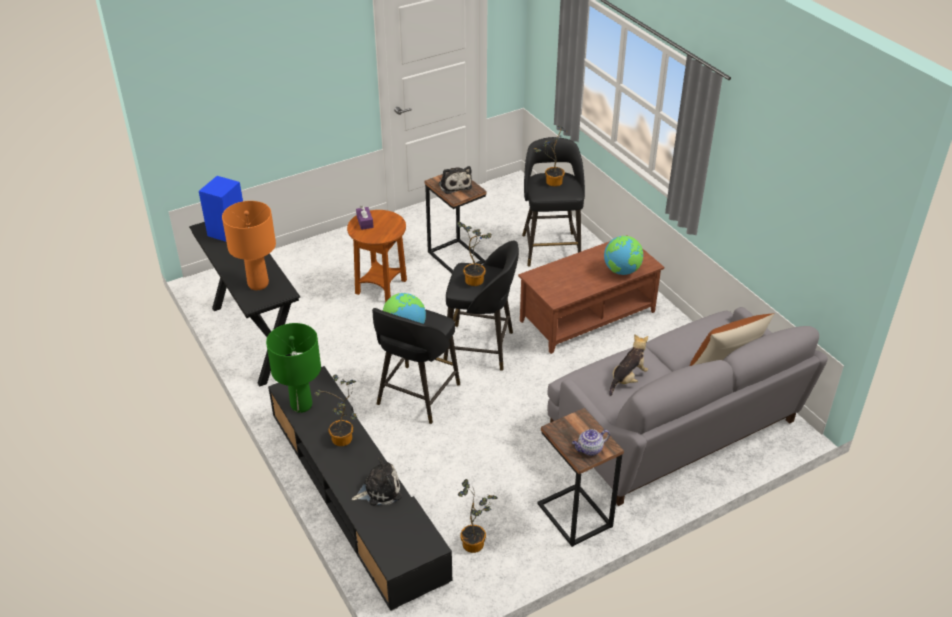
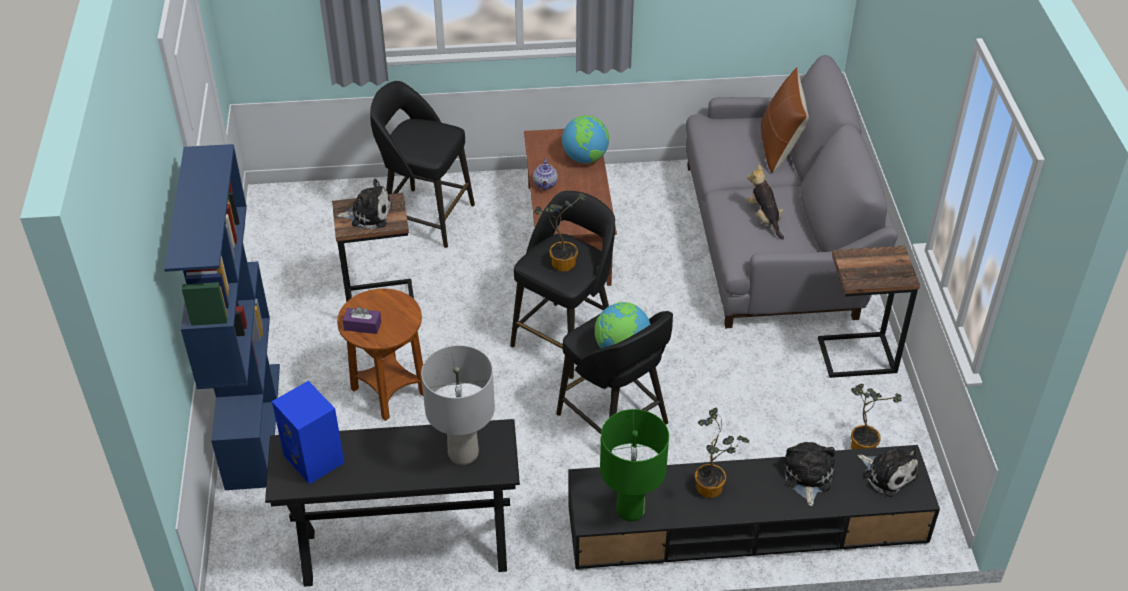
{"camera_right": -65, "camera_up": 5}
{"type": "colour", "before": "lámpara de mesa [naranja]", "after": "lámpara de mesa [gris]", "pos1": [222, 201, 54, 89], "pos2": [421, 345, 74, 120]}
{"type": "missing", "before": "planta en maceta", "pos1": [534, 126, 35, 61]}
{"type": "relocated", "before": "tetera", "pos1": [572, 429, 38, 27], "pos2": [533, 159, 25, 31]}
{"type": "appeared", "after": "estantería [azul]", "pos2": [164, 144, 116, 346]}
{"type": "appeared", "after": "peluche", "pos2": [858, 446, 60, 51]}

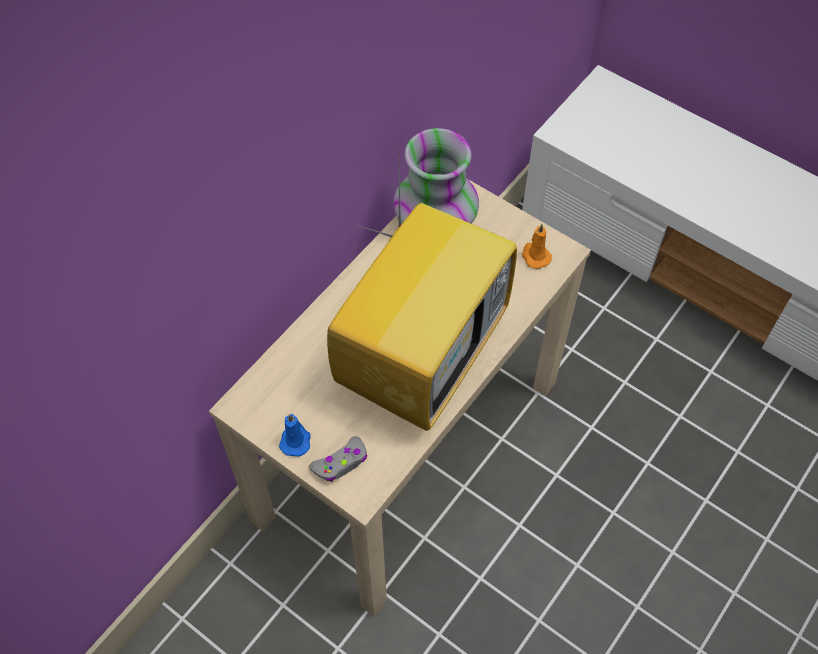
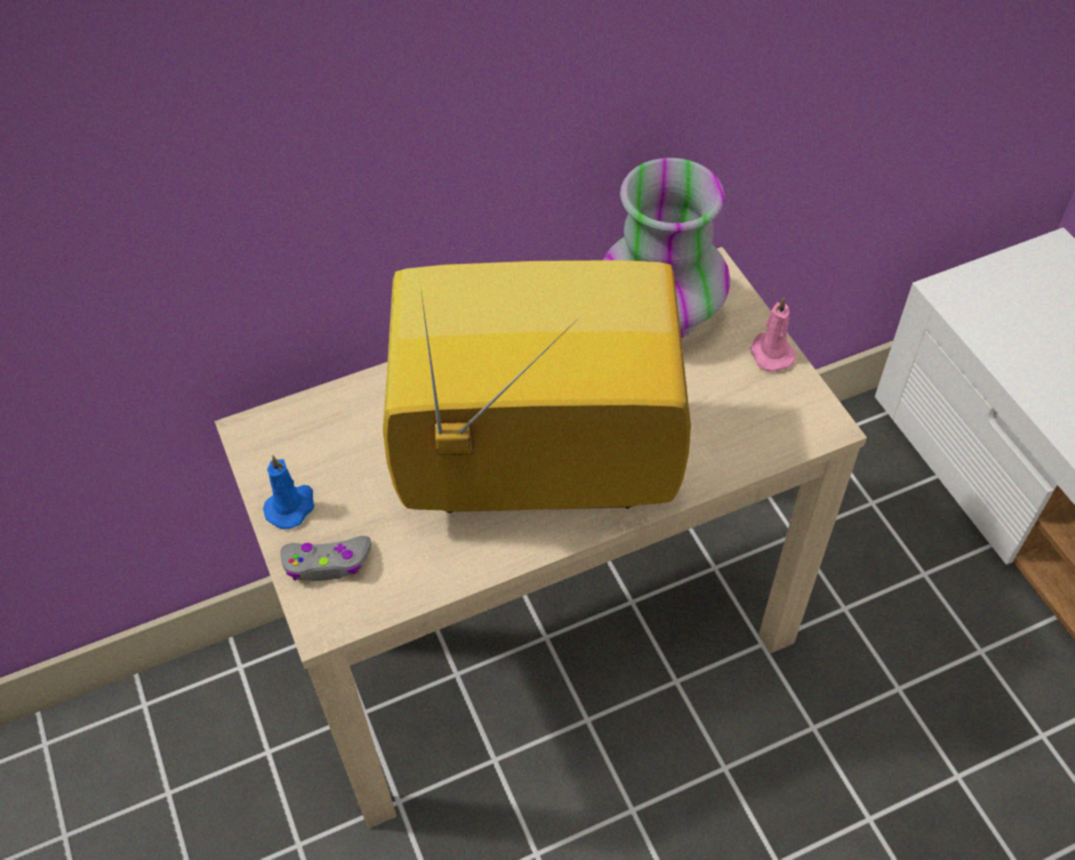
{"camera_right": 30, "camera_up": -5}
{"type": "spun", "before": "televisor", "pos1": [327, 162, 190, 269], "pos2": [383, 260, 308, 253], "turn": -150}
{"type": "missing", "before": "vela [naranja]", "pos1": [522, 224, 30, 45]}
{"type": "appeared", "after": "vela [rosa]", "pos2": [750, 297, 47, 75]}

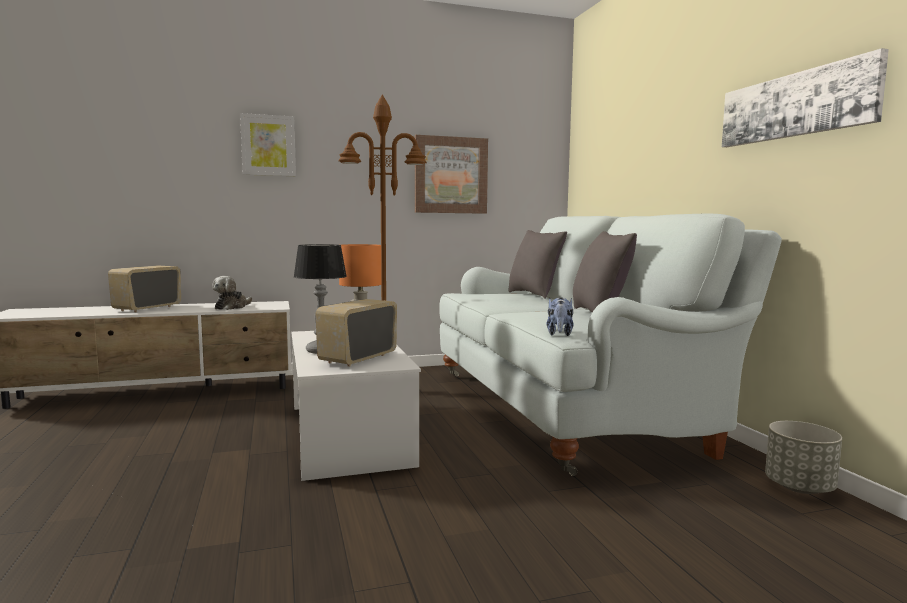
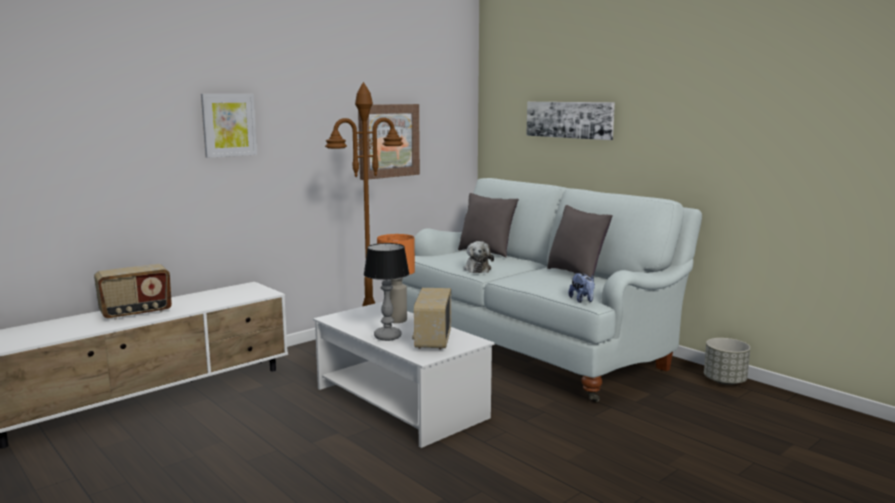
{"camera_right": -25, "camera_up": 5}
{"type": "spun", "before": "radio", "pos1": [108, 265, 73, 47], "pos2": [94, 264, 78, 56], "turn": -120}
{"type": "relocated", "before": "peluche", "pos1": [212, 276, 40, 34], "pos2": [463, 241, 31, 32]}
{"type": "relocated", "before": "cuadro", "pos1": [722, 48, 167, 99], "pos2": [526, 102, 89, 38]}

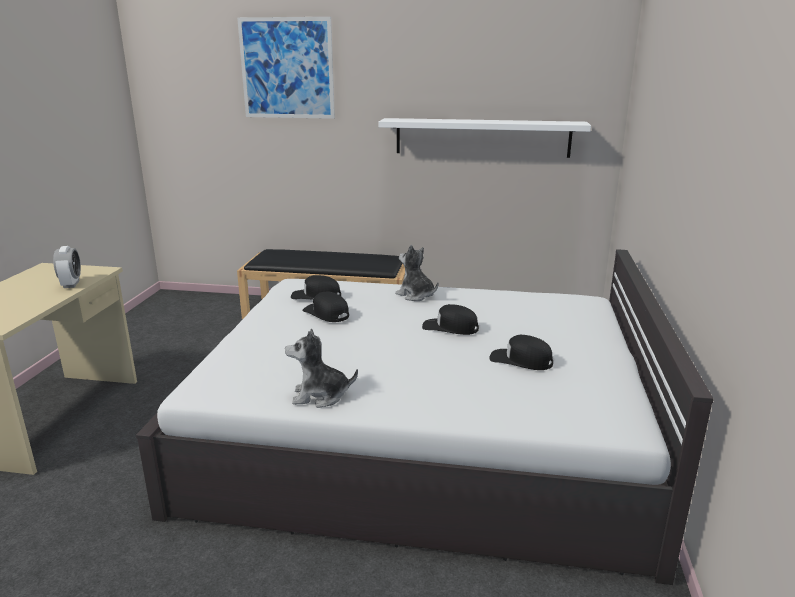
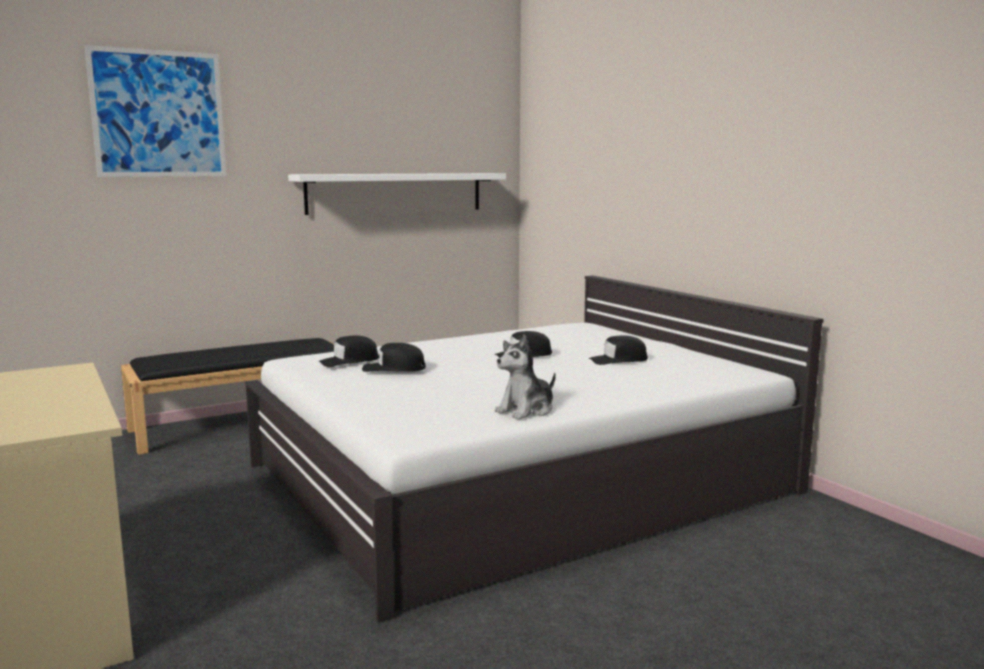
{"camera_right": -40, "camera_up": -10}
{"type": "missing", "before": "despertador", "pos1": [53, 246, 28, 42]}
{"type": "missing", "before": "peluche", "pos1": [395, 245, 43, 56]}

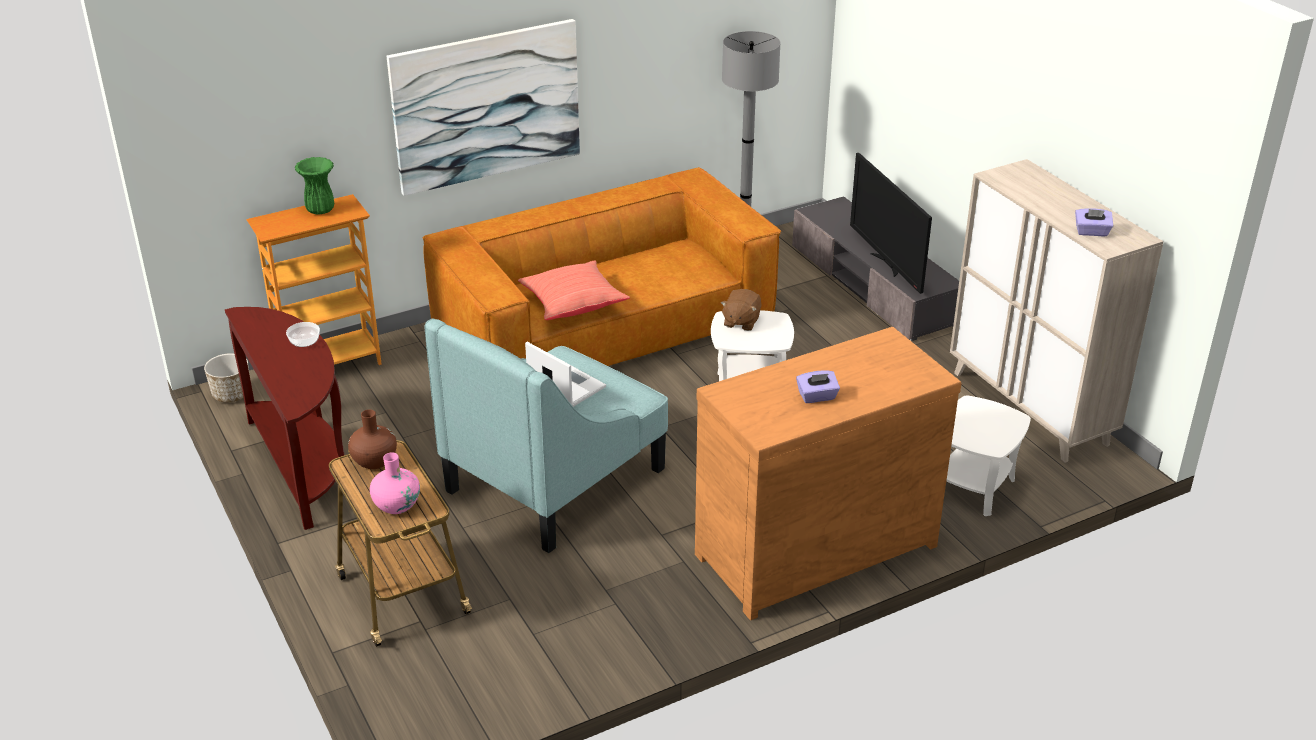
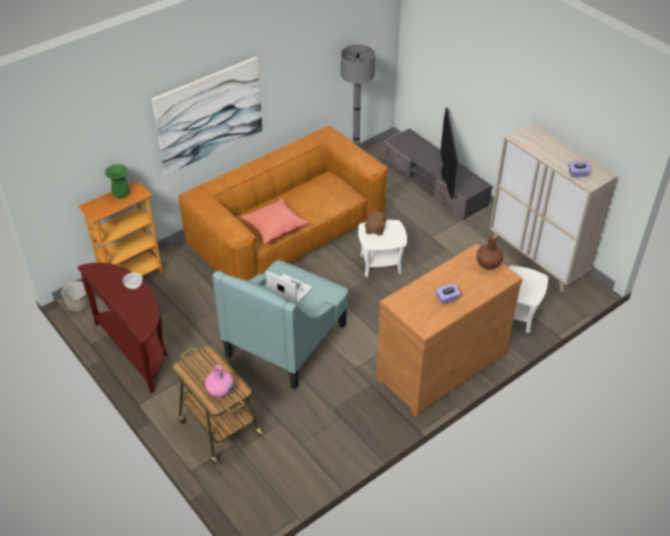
{"camera_right": -10, "camera_up": 10}
{"type": "relocated", "before": "florero [marrón]", "pos1": [348, 409, 49, 60], "pos2": [476, 238, 27, 31]}
{"type": "spun", "before": "televisor", "pos1": [850, 153, 82, 141], "pos2": [441, 108, 17, 91], "turn": -150}

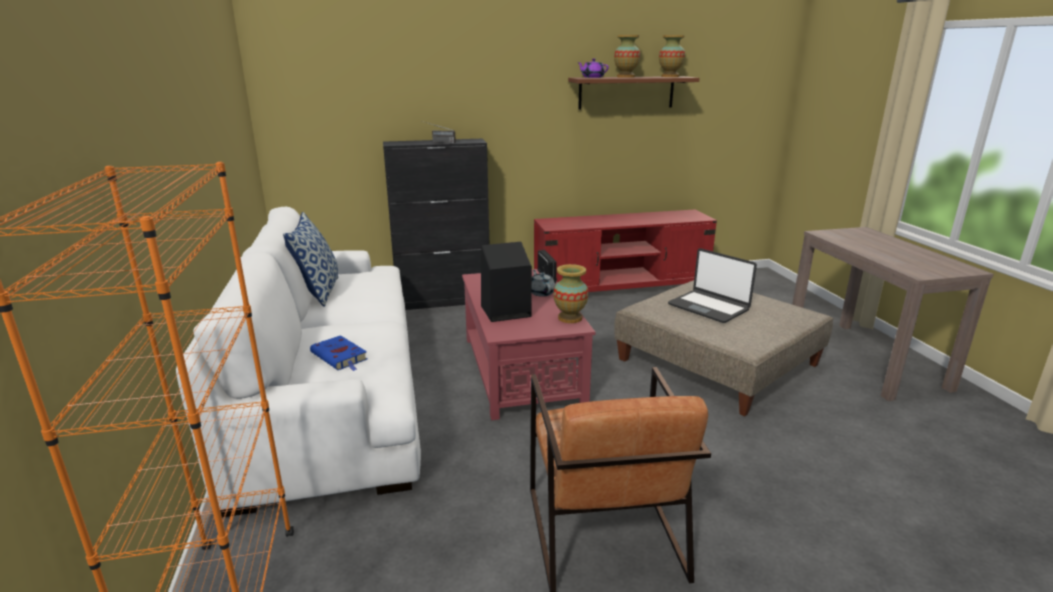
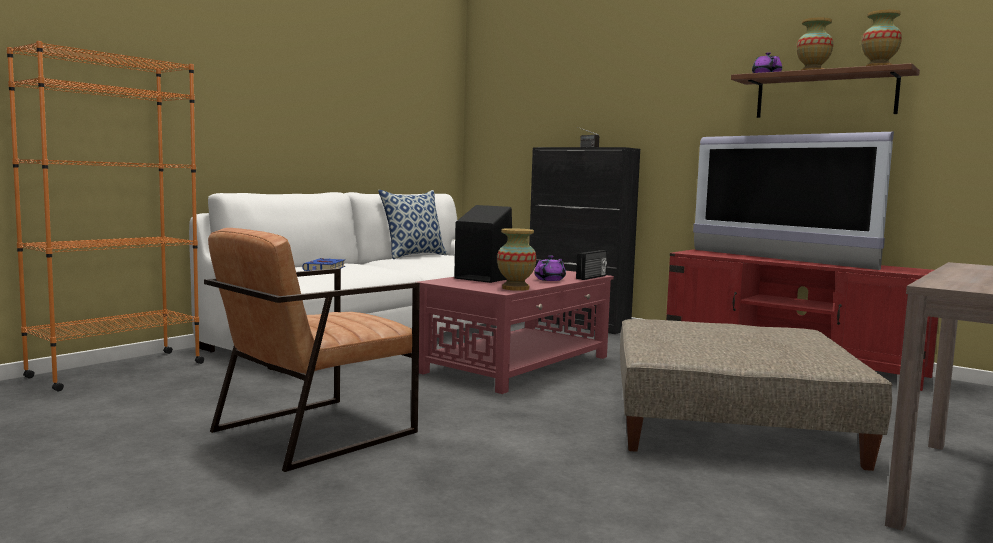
{"camera_right": 50, "camera_up": -15}
{"type": "colour", "before": "tetera [gris]", "after": "tetera [morado]", "pos1": [532, 270, 23, 27], "pos2": [534, 255, 32, 26]}
{"type": "missing", "before": "portátil", "pos1": [668, 248, 89, 75]}
{"type": "appeared", "after": "televisor", "pos2": [693, 132, 201, 138]}

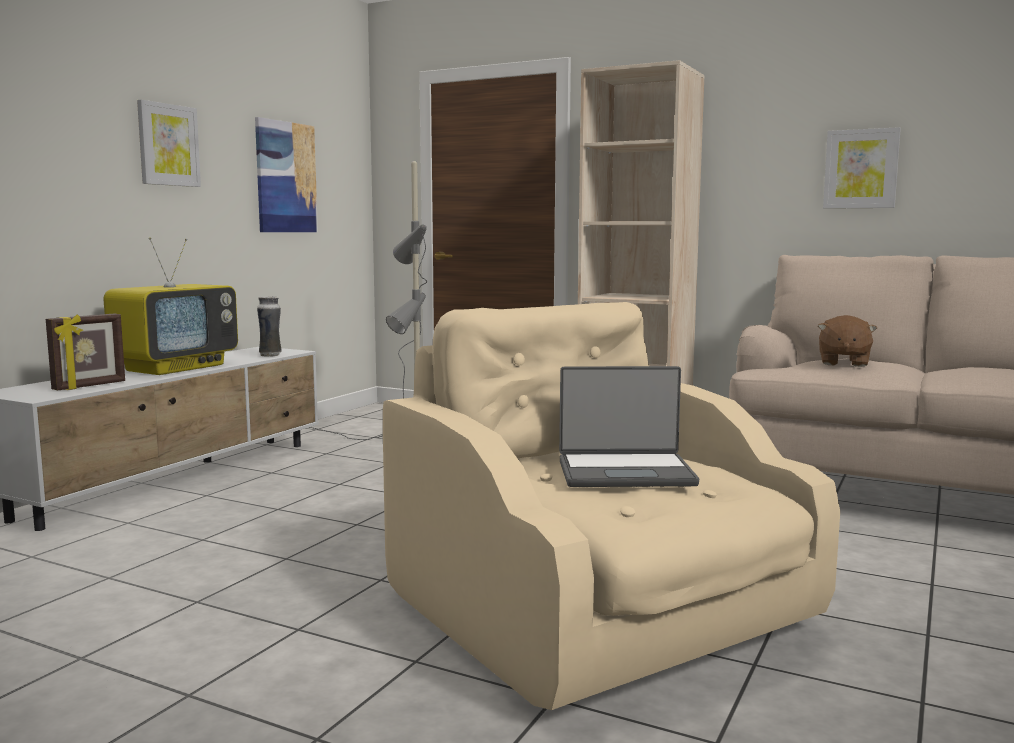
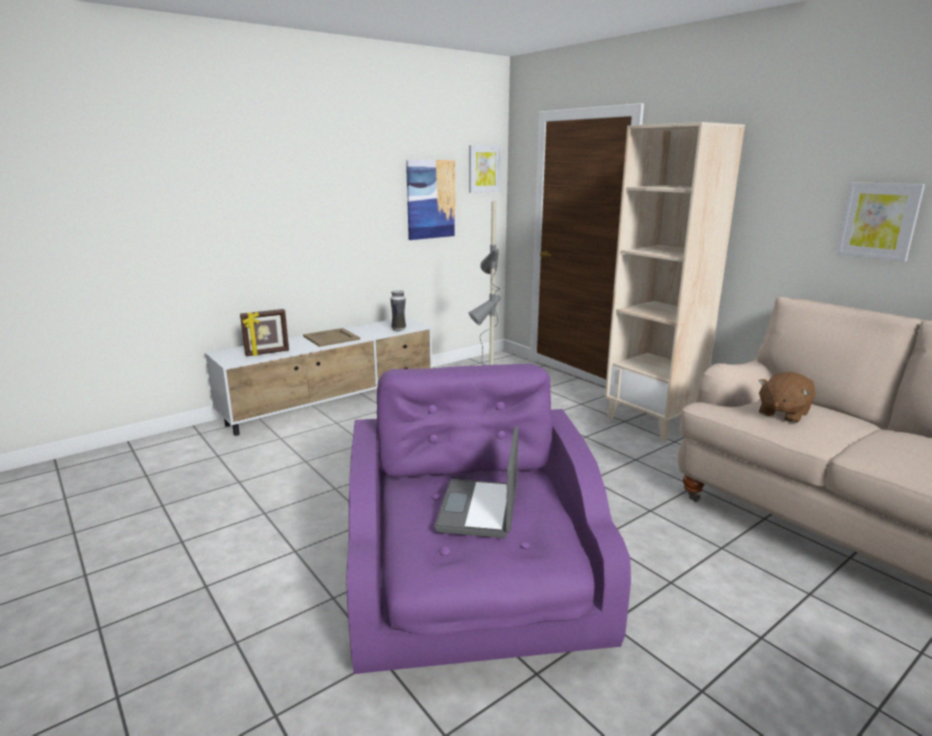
{"camera_right": 25, "camera_up": 10}
{"type": "exchanged", "before": "televisor", "after": "bandeja [beis]", "pos1": [103, 237, 135, 138], "pos2": [303, 328, 57, 19]}
{"type": "relocated", "before": "cuadro", "pos1": [137, 100, 64, 87], "pos2": [469, 145, 32, 48]}
{"type": "colour", "before": "sillón [beis]", "after": "sillón [morado]", "pos1": [383, 302, 457, 408], "pos2": [347, 364, 284, 310]}
{"type": "spun", "before": "portátil", "pos1": [559, 366, 140, 121], "pos2": [434, 426, 85, 112], "turn": 75}

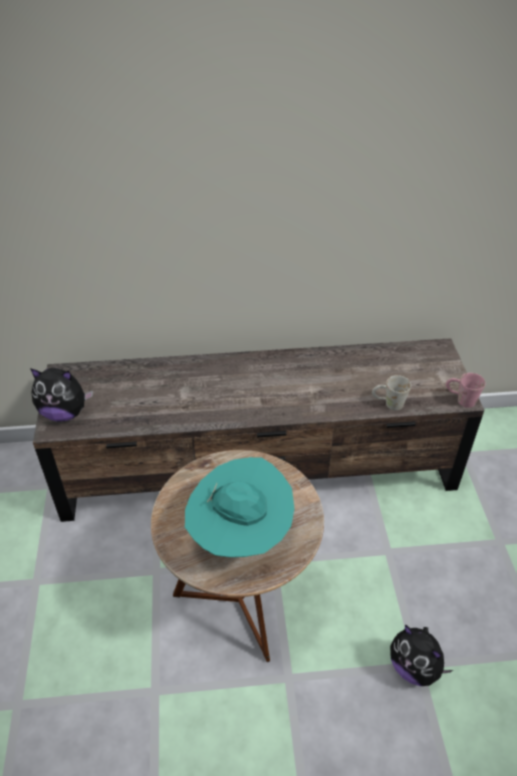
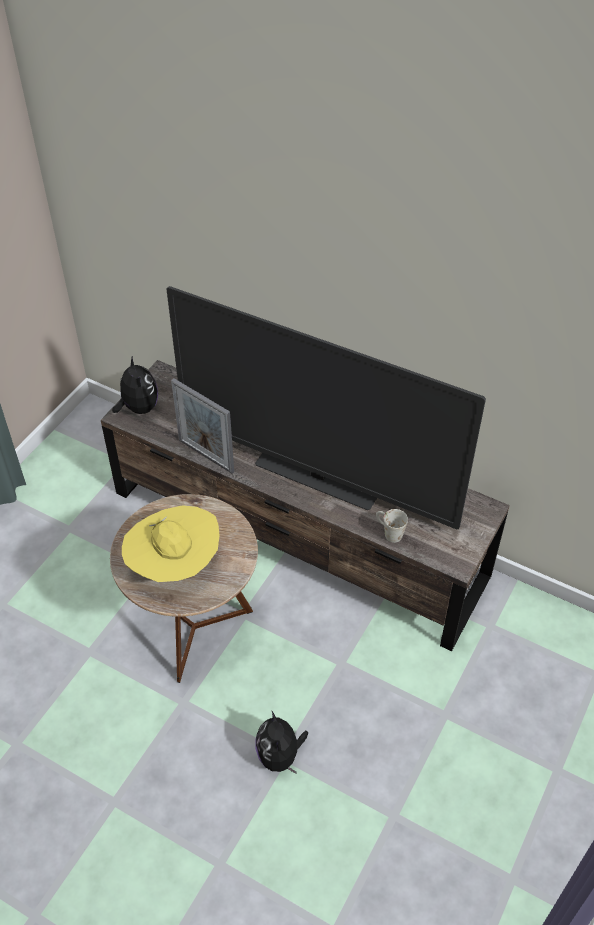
{"camera_right": 35, "camera_up": 5}
{"type": "spun", "before": "peluche", "pos1": [30, 368, 63, 54], "pos2": [112, 355, 46, 59], "turn": -150}
{"type": "colour", "before": "sombrero [turquesa]", "after": "sombrero [amarillo]", "pos1": [185, 457, 109, 100], "pos2": [122, 505, 98, 77]}
{"type": "missing", "before": "taza grande [rosa]", "pos1": [446, 373, 40, 35]}
{"type": "appeared", "after": "televisor", "pos2": [166, 286, 320, 243]}
{"type": "appeared", "after": "portarretratos", "pos2": [171, 378, 63, 96]}

